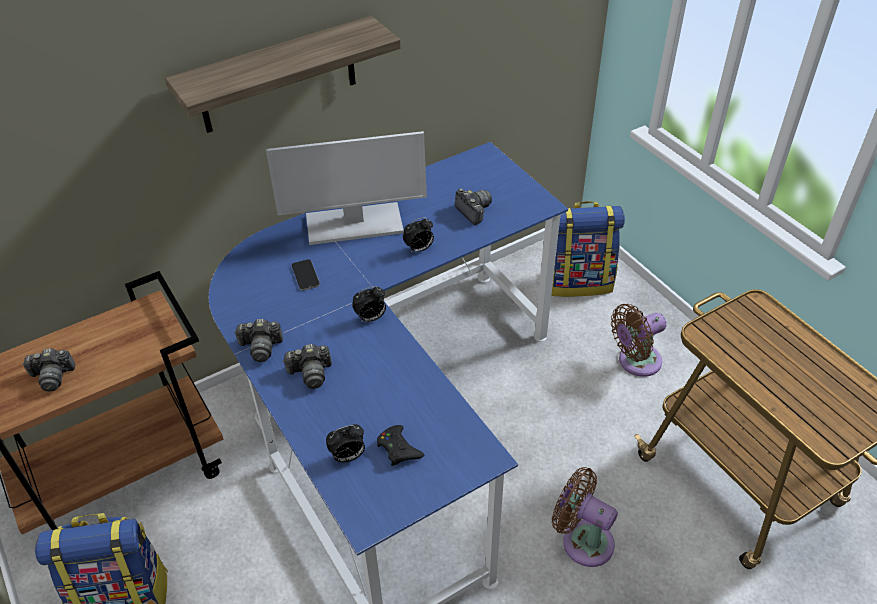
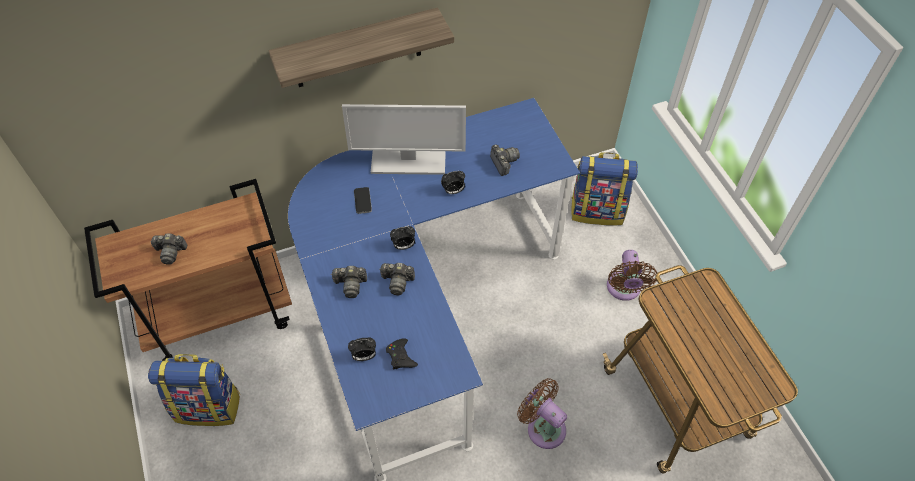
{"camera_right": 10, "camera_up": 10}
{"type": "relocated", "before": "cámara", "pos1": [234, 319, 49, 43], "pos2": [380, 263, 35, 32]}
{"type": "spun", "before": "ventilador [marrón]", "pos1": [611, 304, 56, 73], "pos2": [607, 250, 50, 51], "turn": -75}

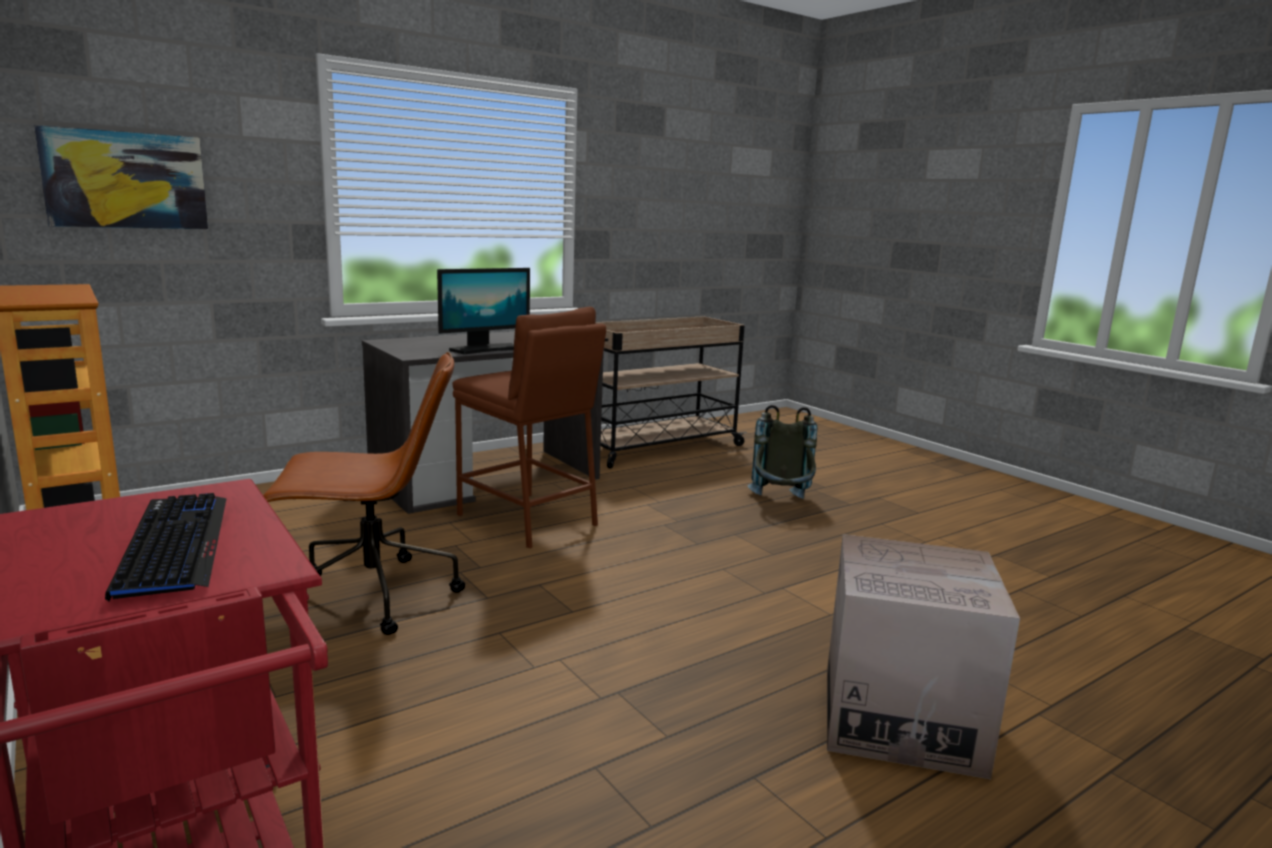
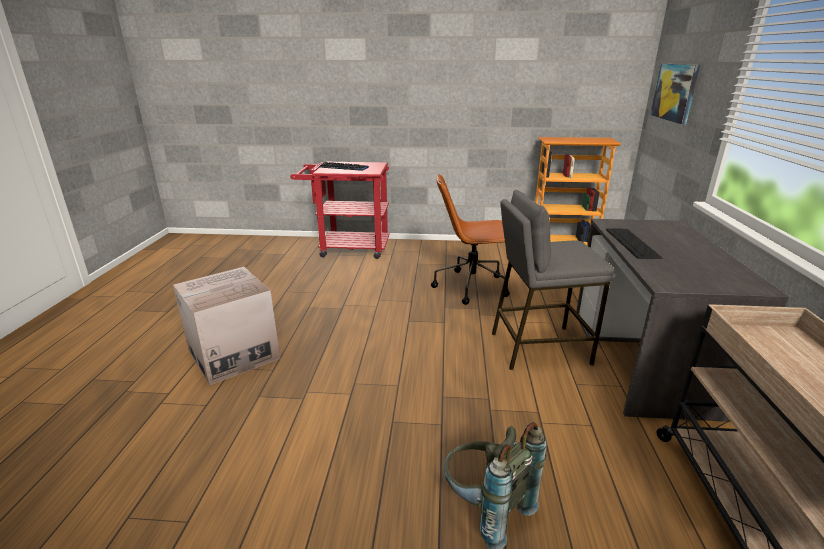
{"camera_right": 130, "camera_up": 10}
{"type": "spun", "before": "silla de oficina [marrón]", "pos1": [263, 352, 202, 283], "pos2": [431, 174, 78, 131], "turn": 60}
{"type": "exchanged", "before": "monitor", "after": "teclado", "pos1": [437, 268, 93, 87], "pos2": [606, 228, 56, 31]}
{"type": "colour", "before": "taburete [marrón]", "after": "taburete [gris]", "pos1": [452, 307, 154, 241], "pos2": [492, 190, 122, 180]}

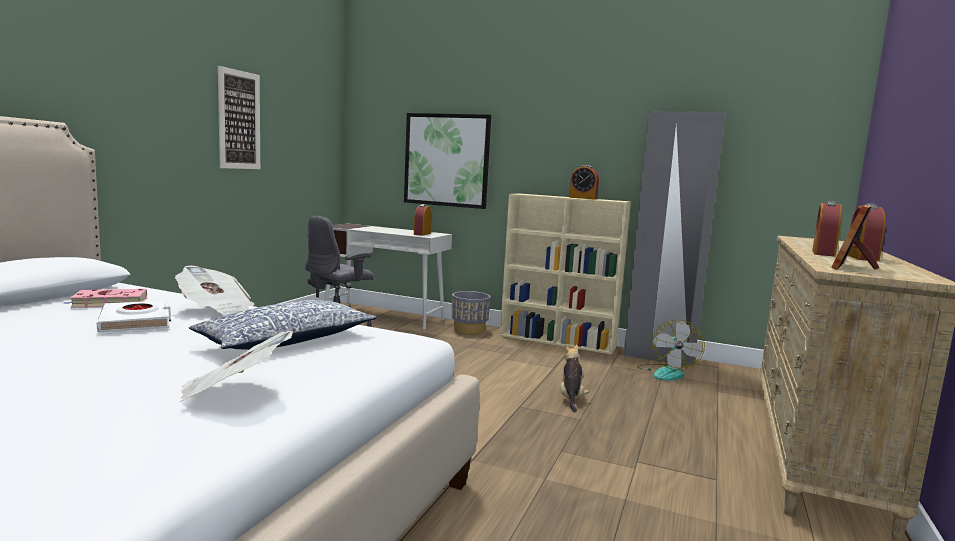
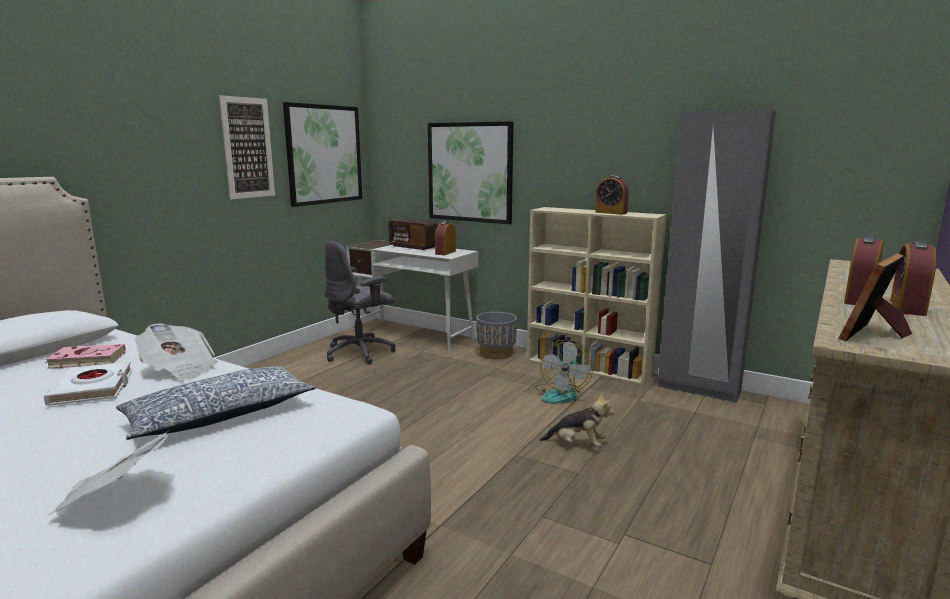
{"camera_right": 10, "camera_up": 5}
{"type": "spun", "before": "peluche", "pos1": [560, 345, 29, 67], "pos2": [540, 393, 74, 54], "turn": 90}
{"type": "relocated", "before": "ventilador", "pos1": [637, 319, 68, 62], "pos2": [535, 340, 58, 64]}
{"type": "appeared", "after": "cuadro", "pos2": [283, 102, 79, 105]}
{"type": "appeared", "after": "radio", "pos2": [388, 219, 51, 31]}

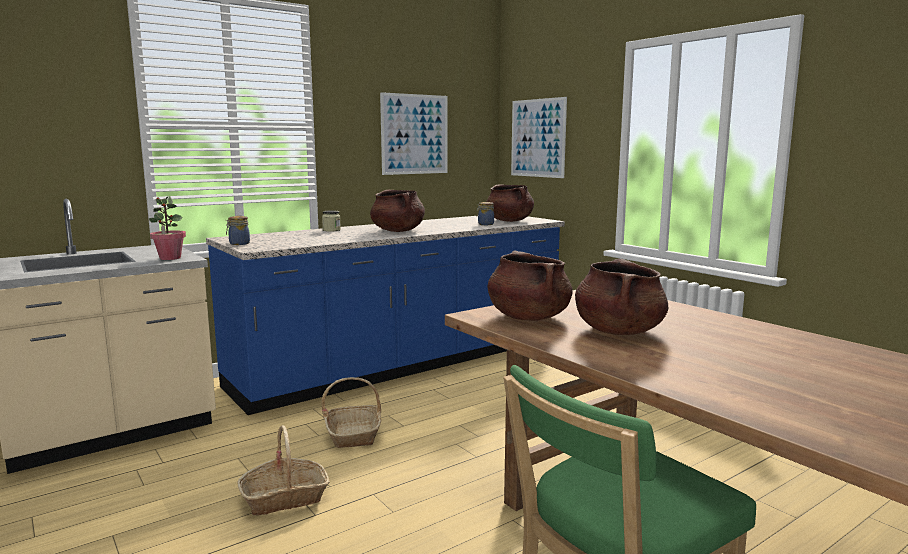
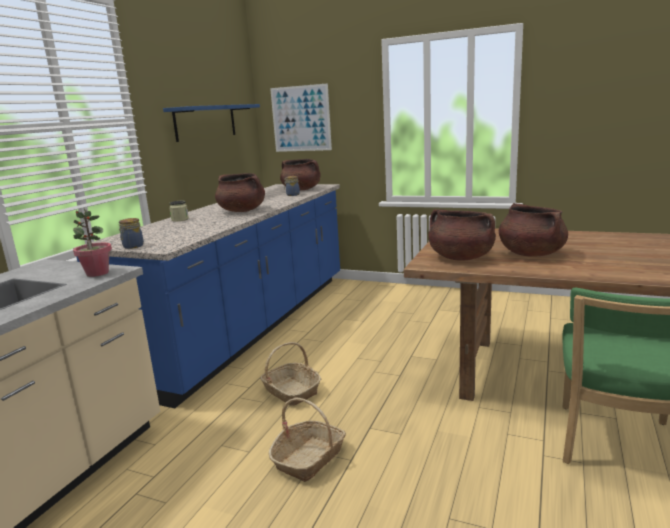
{"camera_right": -30, "camera_up": 5}
{"type": "exchanged", "before": "cuadro", "after": "estante [azul]", "pos1": [380, 92, 68, 83], "pos2": [163, 104, 97, 38]}

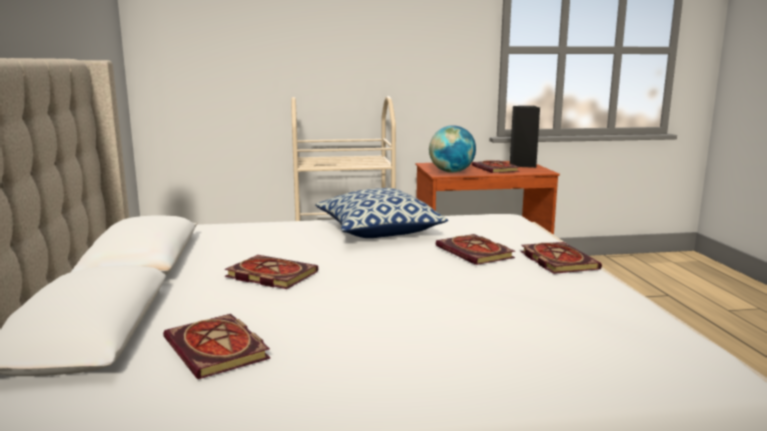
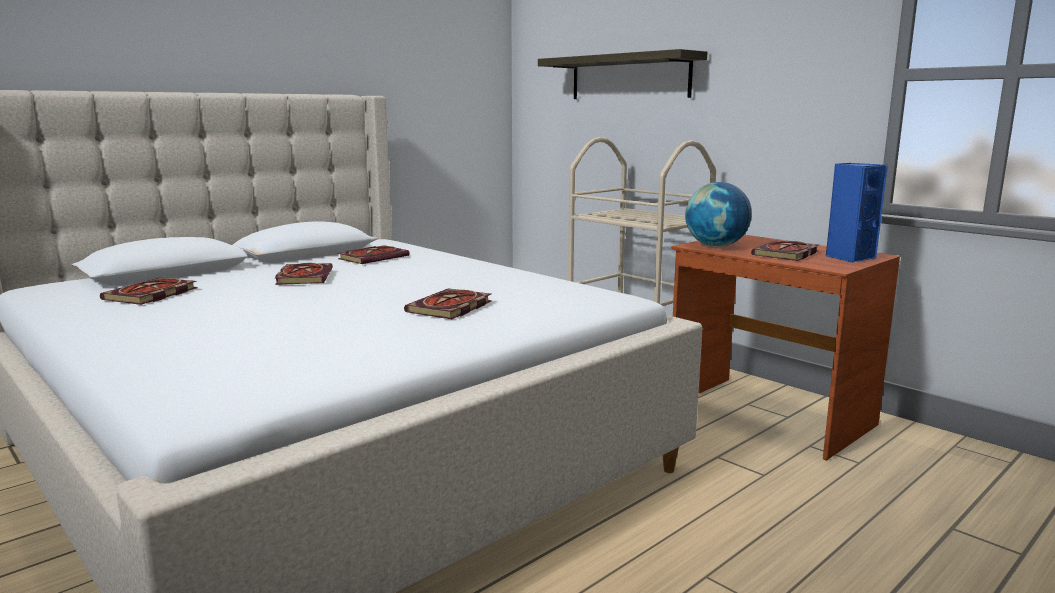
{"camera_right": 55, "camera_up": 0}
{"type": "missing", "before": "cojín", "pos1": [315, 188, 133, 50]}
{"type": "colour", "before": "altavoz [negro]", "after": "altavoz [azul]", "pos1": [510, 106, 30, 62], "pos2": [826, 163, 62, 100]}
{"type": "relocated", "before": "libro", "pos1": [520, 242, 82, 32], "pos2": [338, 245, 72, 19]}
{"type": "appeared", "after": "estante", "pos2": [538, 49, 169, 50]}

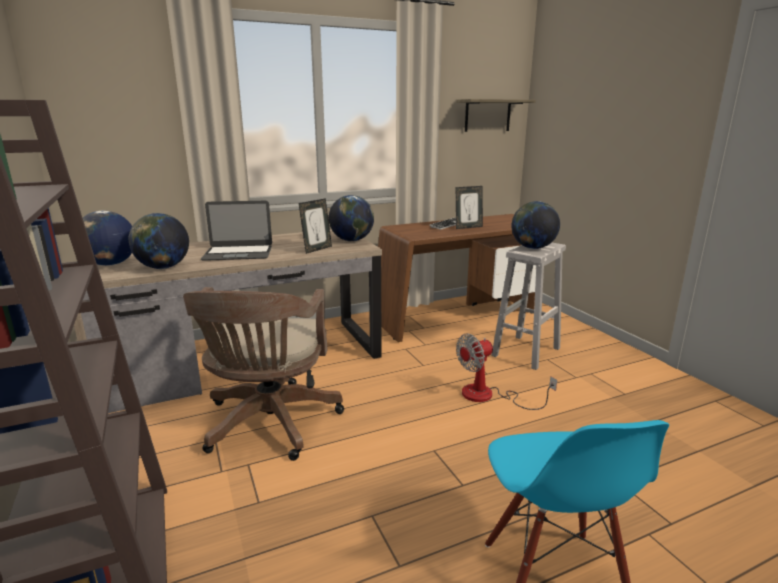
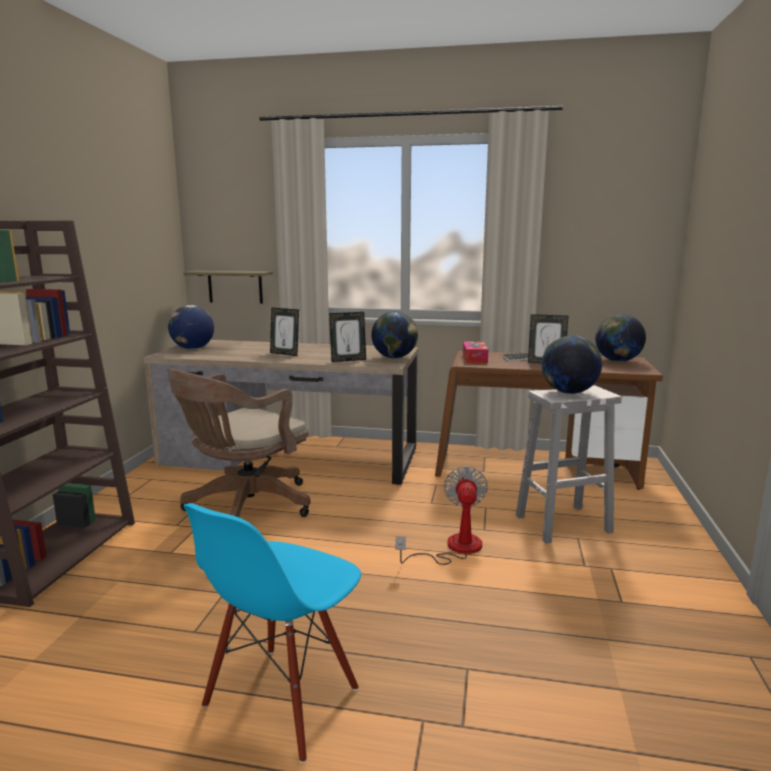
{"camera_right": 35, "camera_up": -5}
{"type": "relocated", "before": "globo terráqueo", "pos1": [129, 213, 60, 56], "pos2": [595, 314, 51, 48]}
{"type": "exchanged", "before": "portátil", "after": "portarretratos", "pos1": [201, 201, 71, 60], "pos2": [270, 307, 29, 49]}
{"type": "relocated", "before": "estante", "pos1": [456, 99, 80, 33], "pos2": [183, 270, 90, 34]}
{"type": "spun", "before": "ventilador", "pos1": [456, 333, 101, 77], "pos2": [396, 466, 92, 99], "turn": 90}
{"type": "appeared", "after": "caja de pañuelos", "pos2": [463, 342, 25, 22]}

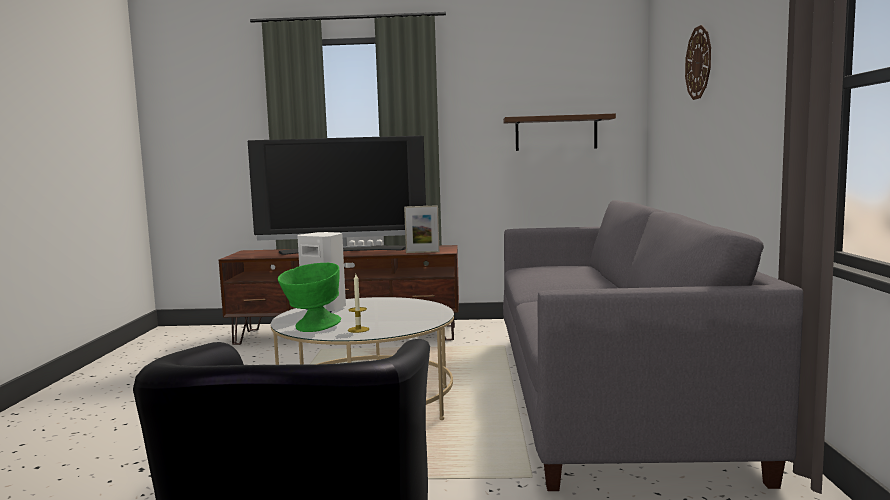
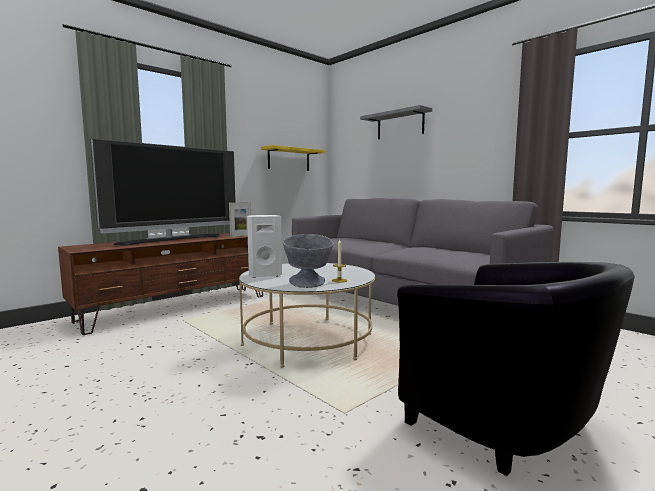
{"camera_right": -45, "camera_up": 0}
{"type": "colour", "before": "cuenco [verde]", "after": "cuenco [gris]", "pos1": [278, 263, 63, 69], "pos2": [283, 234, 51, 54]}
{"type": "colour", "before": "estante [marrón]", "after": "estante [amarillo]", "pos1": [503, 114, 113, 37], "pos2": [261, 145, 65, 26]}
{"type": "exchanged", "before": "reloj de pared", "after": "estante [gris]", "pos1": [685, 25, 26, 75], "pos2": [360, 105, 72, 34]}

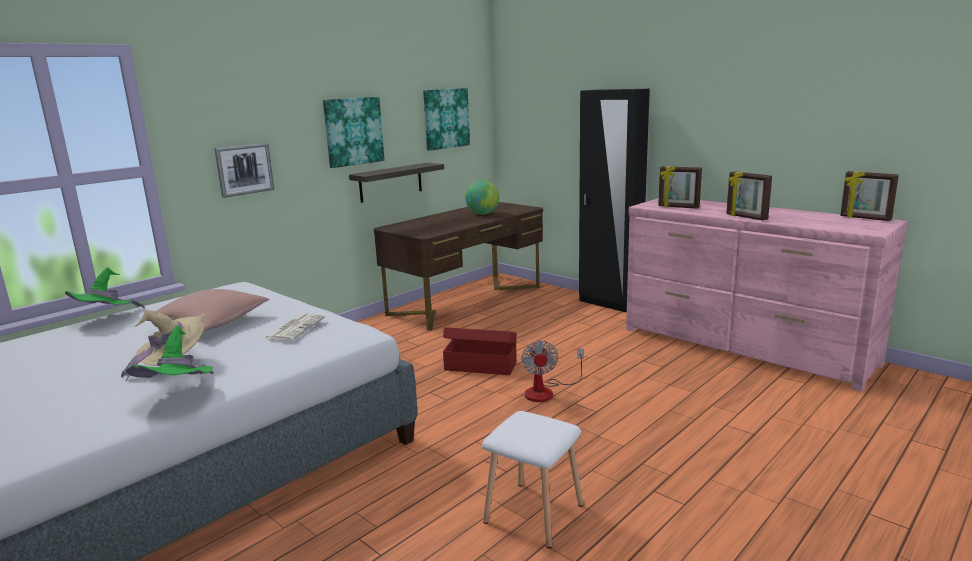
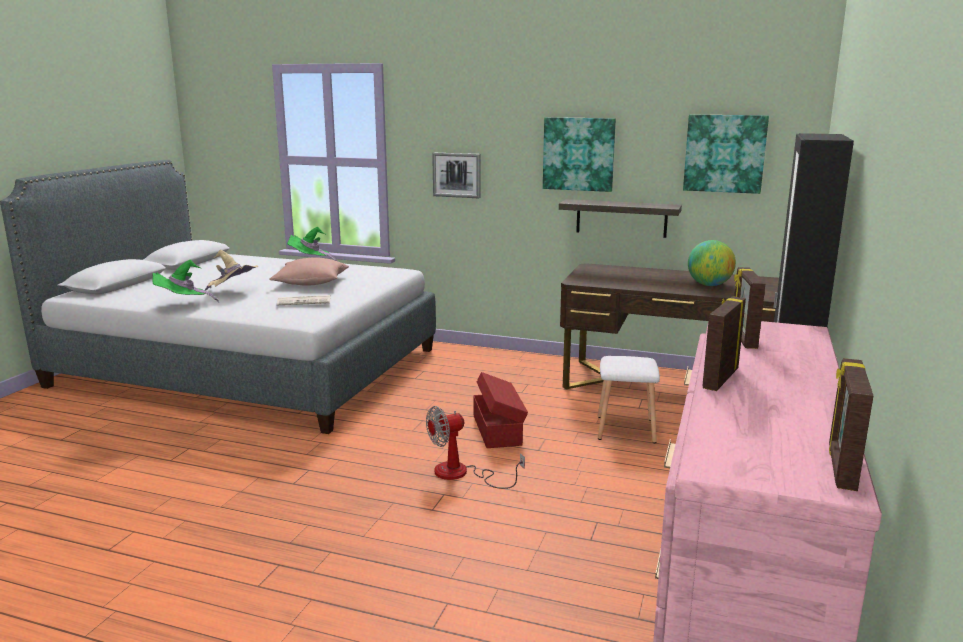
{"camera_right": 65, "camera_up": 0}
{"type": "relocated", "before": "taburete [blanco]", "pos1": [482, 411, 101, 137], "pos2": [598, 356, 62, 87]}

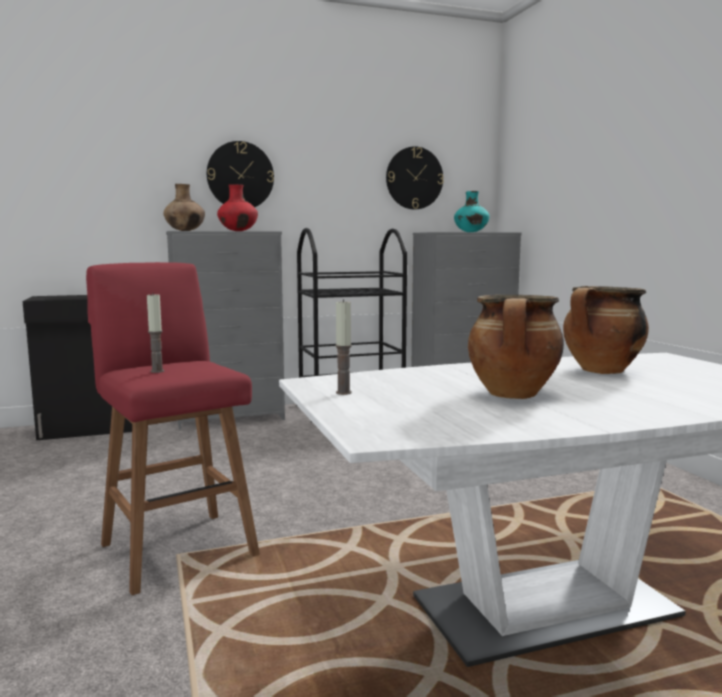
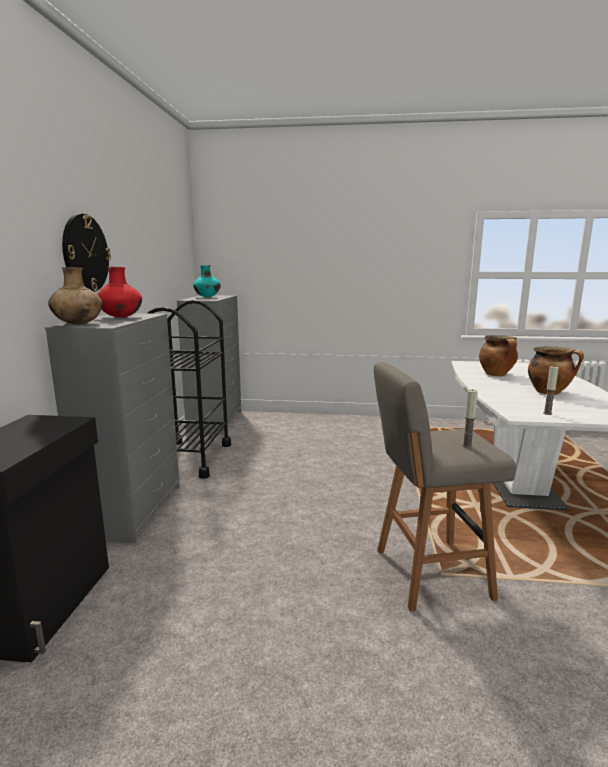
{"camera_right": -65, "camera_up": 5}
{"type": "colour", "before": "taburete [rojo]", "after": "taburete [gris]", "pos1": [86, 262, 174, 333], "pos2": [374, 362, 142, 249]}
{"type": "missing", "before": "reloj de pared", "pos1": [386, 146, 58, 63]}

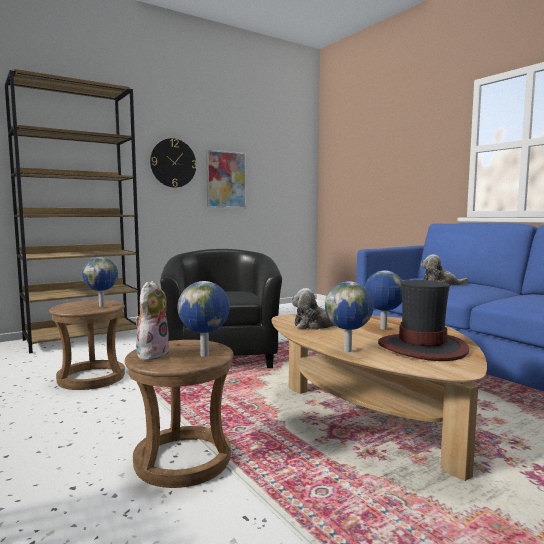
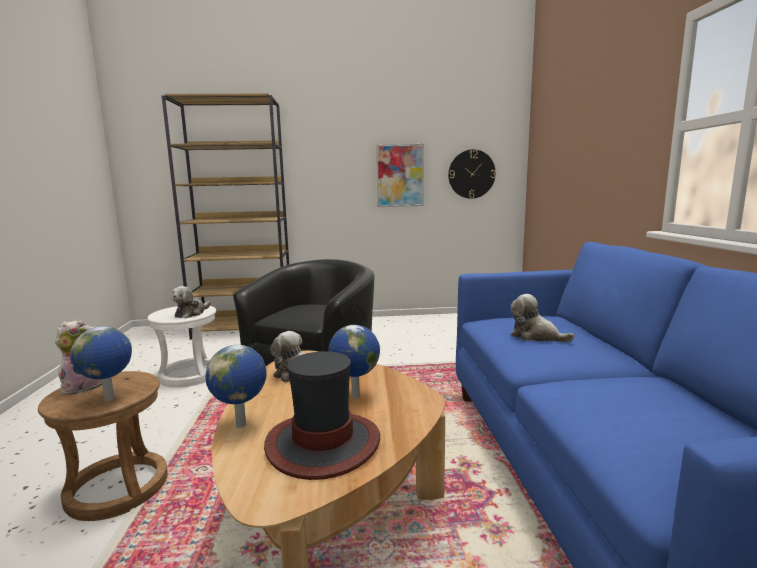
{"camera_right": 30, "camera_up": 5}
{"type": "colour", "before": "taburete [marrón]", "after": "taburete [blanco]", "pos1": [49, 300, 76, 90], "pos2": [147, 306, 69, 82]}
{"type": "exchanged", "before": "globo terráqueo", "after": "peluche", "pos1": [82, 257, 36, 50], "pos2": [171, 286, 40, 32]}
{"type": "relocated", "before": "reloj de pared", "pos1": [150, 138, 47, 50], "pos2": [448, 149, 48, 50]}

